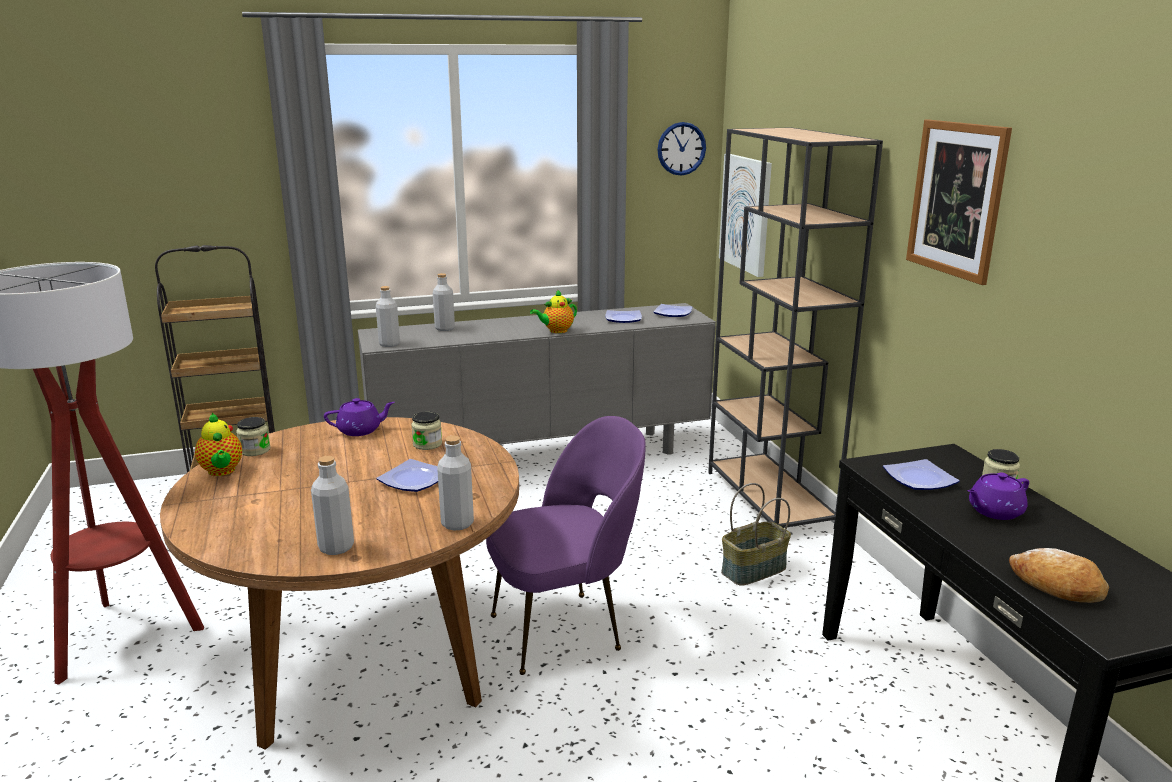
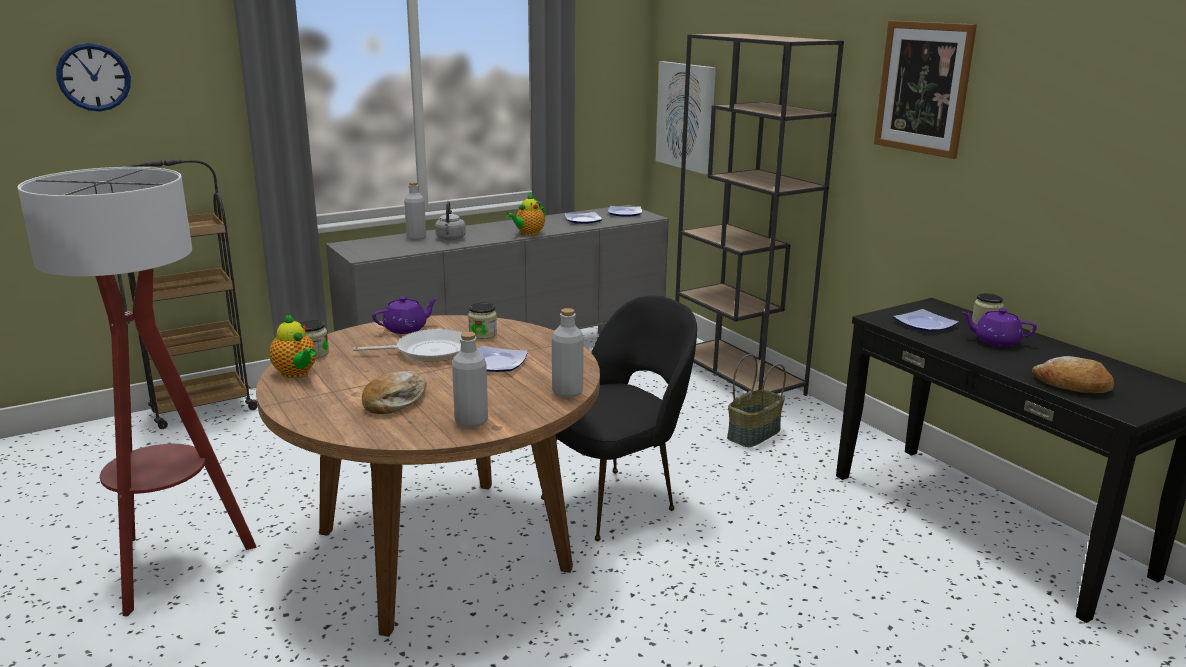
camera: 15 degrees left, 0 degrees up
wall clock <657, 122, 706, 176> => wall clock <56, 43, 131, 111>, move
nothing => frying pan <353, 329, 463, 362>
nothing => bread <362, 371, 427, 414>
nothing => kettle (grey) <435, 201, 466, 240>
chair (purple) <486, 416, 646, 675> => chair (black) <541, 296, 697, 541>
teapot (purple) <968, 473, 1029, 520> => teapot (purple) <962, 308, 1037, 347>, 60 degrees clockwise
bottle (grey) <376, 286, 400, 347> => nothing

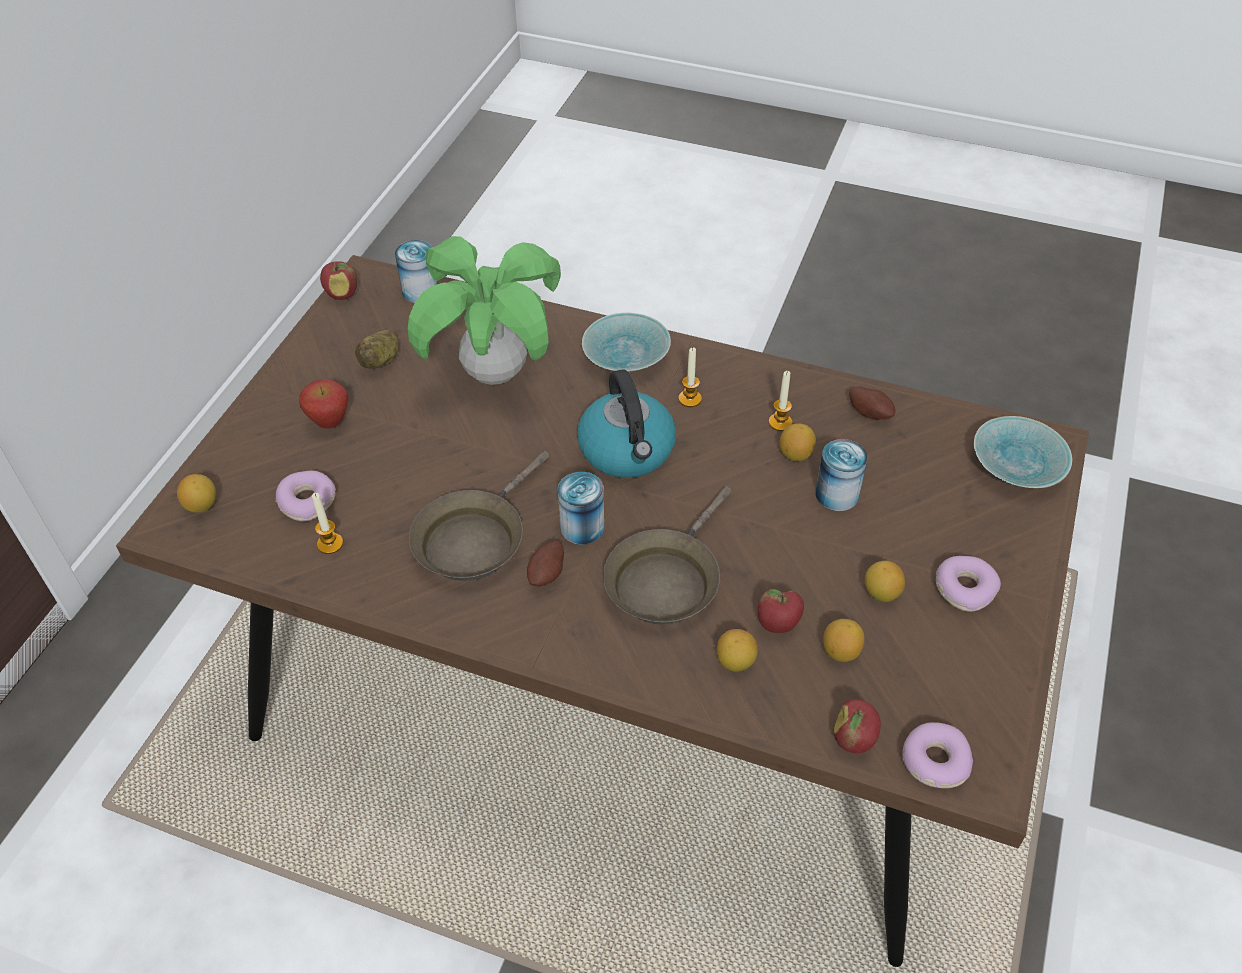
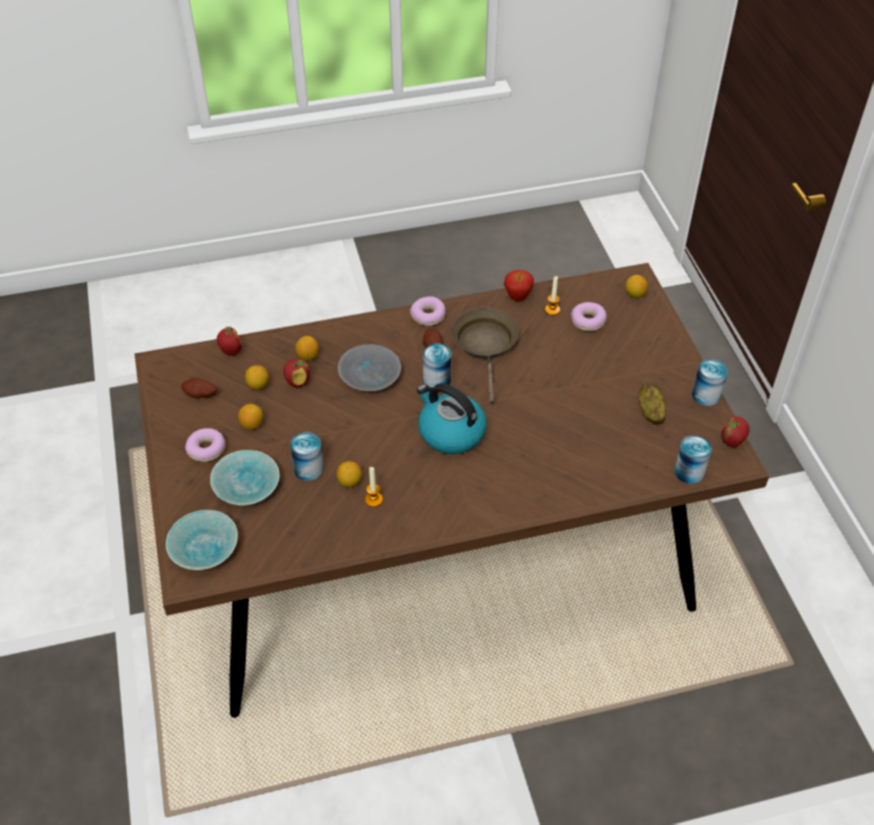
camera: 145 degrees right, 0 degrees up
potato <849, 387, 895, 420> => potato <181, 378, 217, 398>, move
bowl (turquoise) <582, 312, 671, 372> => bowl (turquoise) <210, 450, 279, 506>, move
frying pan (brown) <603, 486, 731, 624> => bowl (grey) <338, 344, 401, 391>
donut <902, 722, 973, 788> => donut <410, 296, 445, 326>, move
apple <299, 379, 349, 429> => apple <504, 270, 534, 301>, move
nothing => can <692, 359, 728, 406>
potted plant <408, 236, 561, 385> => nothing
candle <678, 347, 702, 407> => nothing

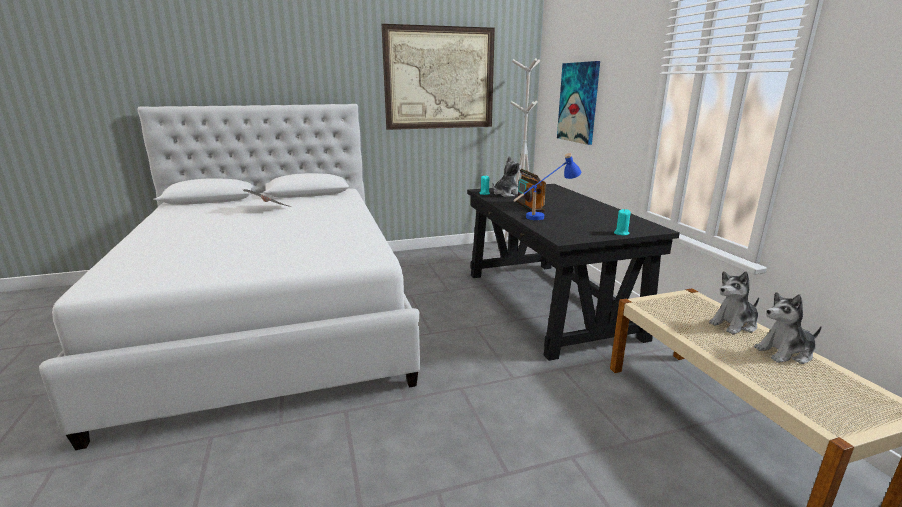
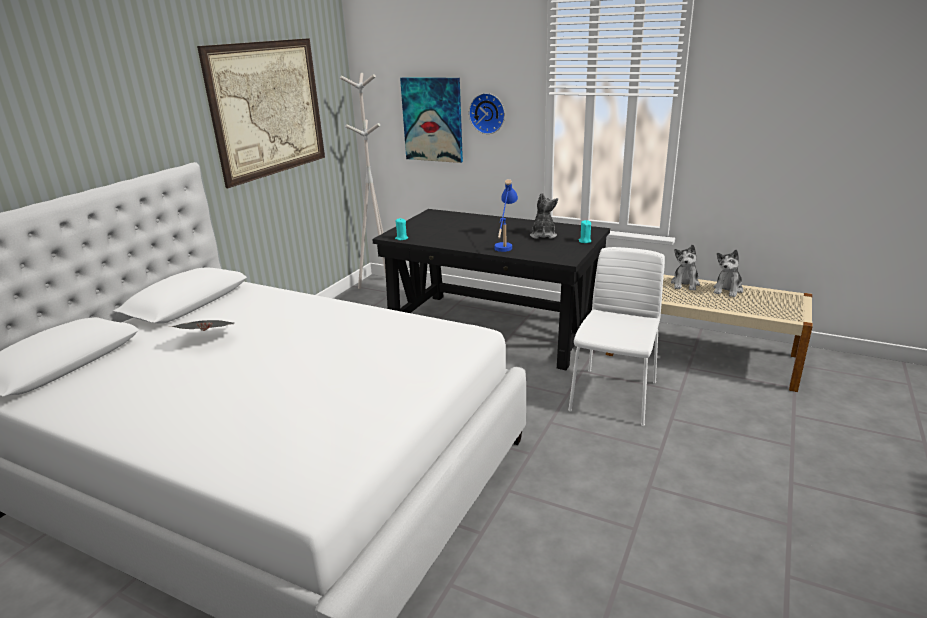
camera: 45 degrees left, 5 degrees up
nothing => wall clock <469, 93, 505, 134>
plush toy <492, 156, 522, 197> => plush toy <530, 193, 558, 239>, move
nothing => chair (white) <568, 247, 665, 426>
radio <516, 169, 546, 212> => nothing

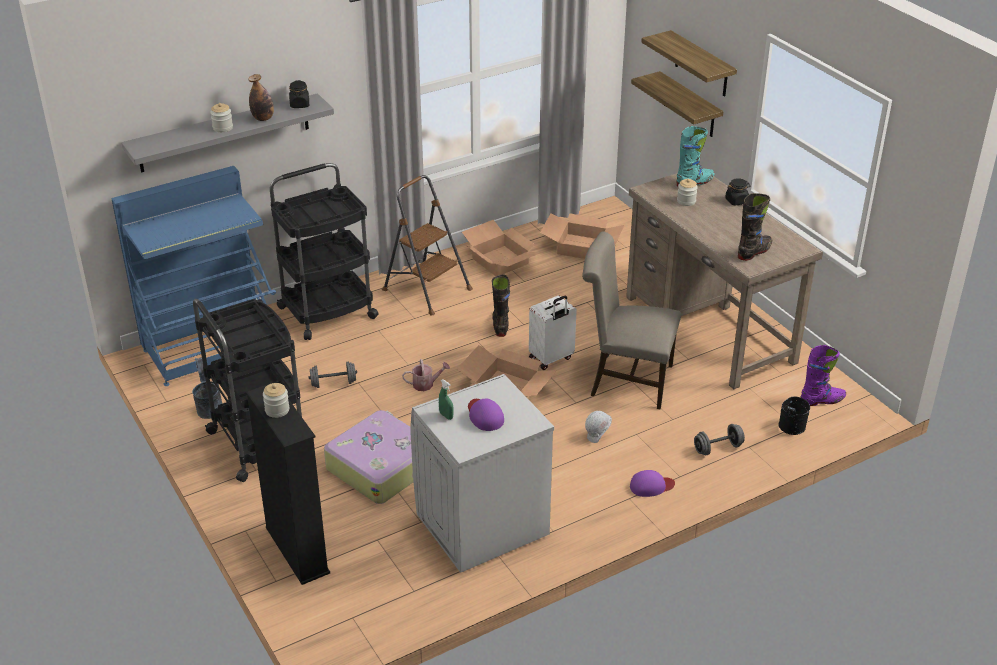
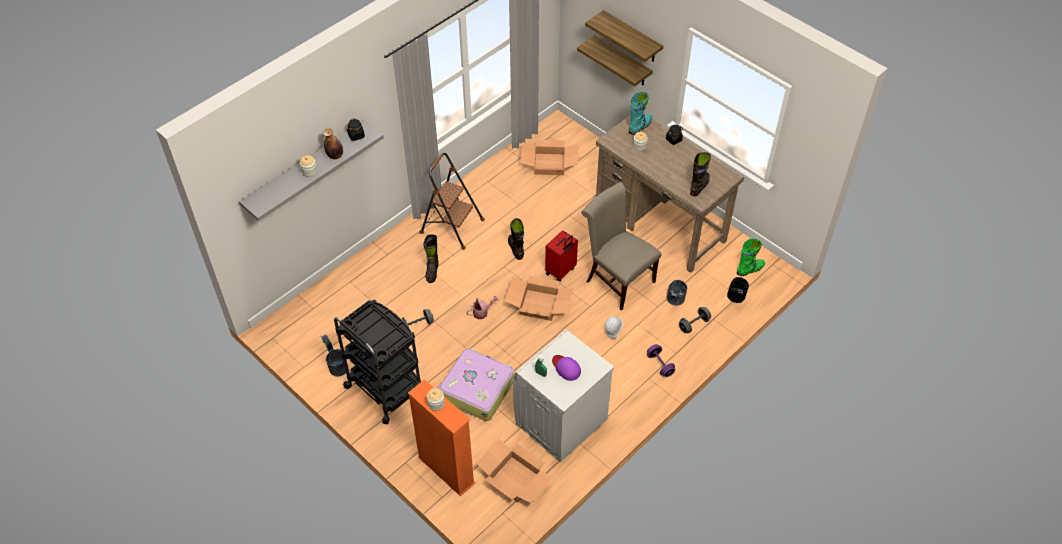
camera: 15 degrees left, 15 degrees up
bookcase (black) <246, 382, 330, 585> => bookcase (orange) <408, 379, 476, 496>
nothing => boot (black) <423, 234, 439, 283>
cardboard box <462, 220, 540, 276> => cardboard box <476, 438, 553, 503>, move
suitcase (white) <529, 295, 577, 370> => suitcase (red) <545, 230, 578, 282>
chair (beige) <582, 232, 681, 409> => chair (beige) <581, 182, 661, 311>, 45 degrees clockwise
cap (purple) <630, 470, 675, 497> => dumbbell (purple) <647, 344, 675, 377>
nothing => bucket (grey) <667, 280, 687, 306>
boot (purple) <801, 345, 846, 406> => boot (green) <737, 238, 765, 276>
shoe rack (blue) <111, 166, 276, 386> => nothing
cart (black) <270, 163, 379, 340> => nothing

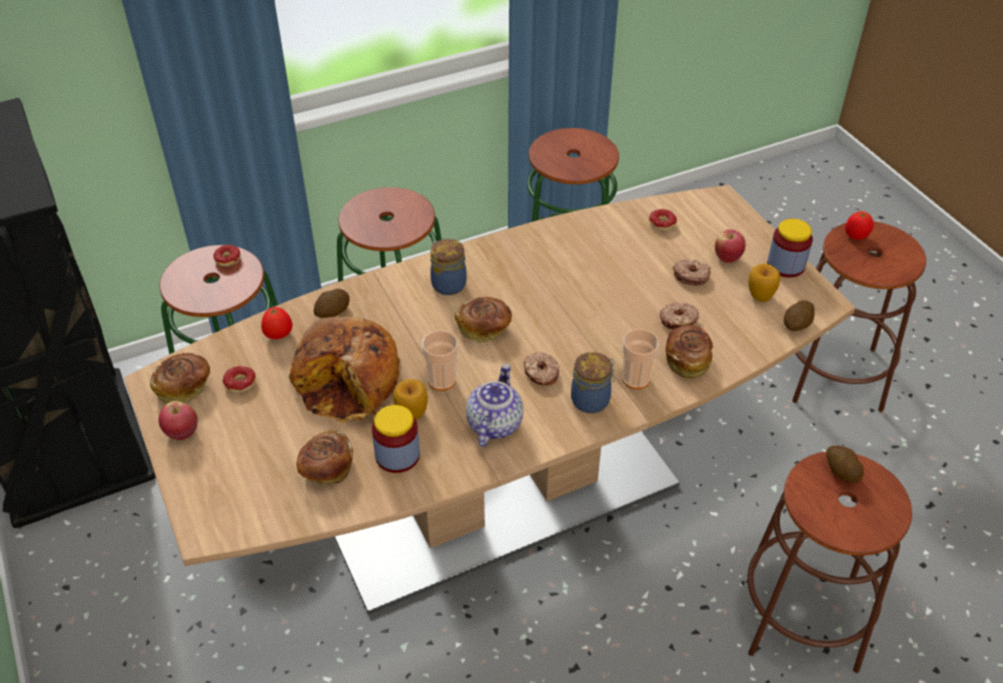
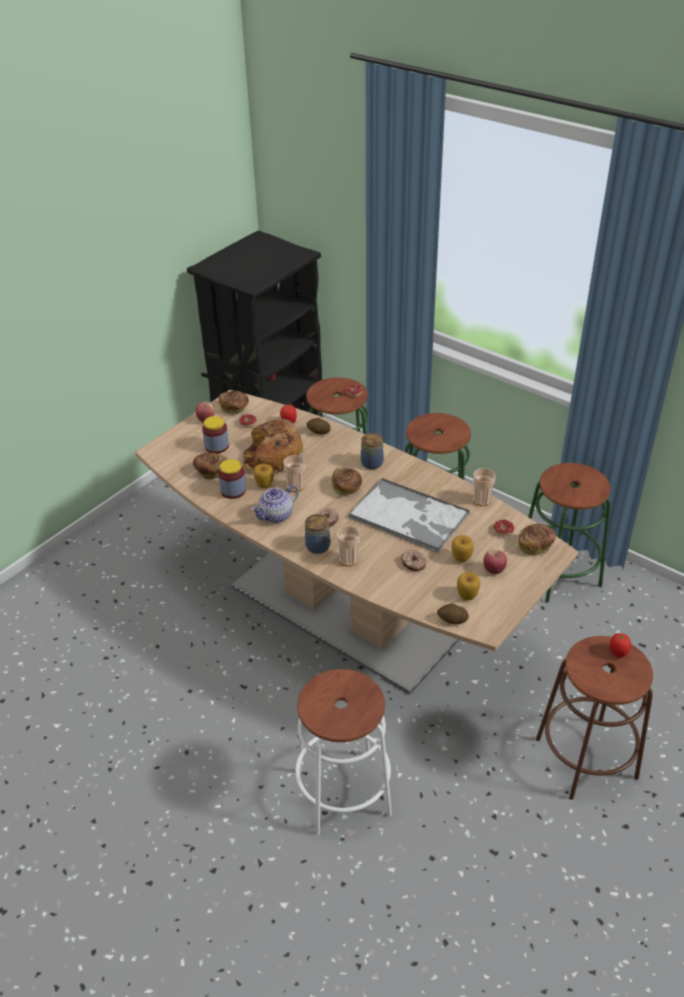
camera: 65 degrees right, 5 degrees down
jar <767, 219, 813, 278> => jar <202, 416, 229, 453>, move
teapot <466, 363, 523, 447> => teapot <251, 485, 299, 523>, 150 degrees clockwise
stool (brown) <747, 451, 912, 673> => stool (white) <295, 669, 392, 836>
nothing => tray <349, 477, 470, 553>
donut <673, 260, 711, 285> => apple <451, 535, 474, 563>
nothing => cup <473, 468, 495, 506>
bread <666, 325, 713, 378> => bread <518, 524, 556, 556>, move
potato <826, 446, 864, 483> => nothing

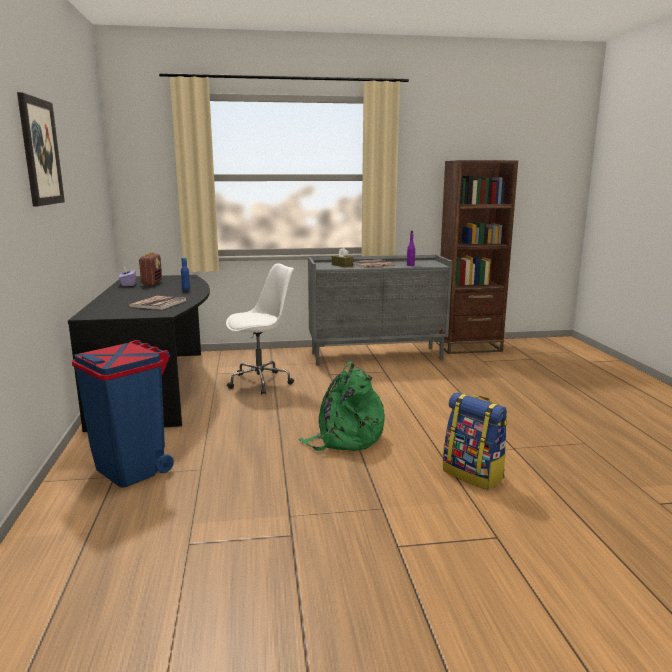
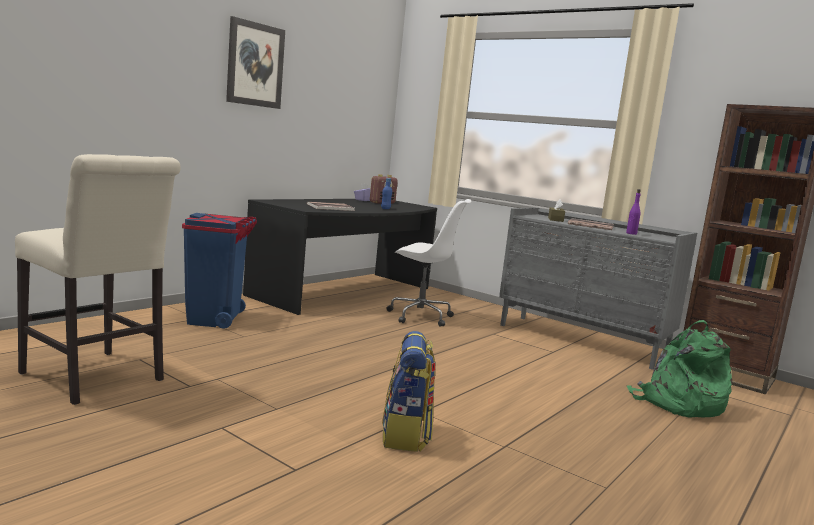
camera: 45 degrees right, 5 degrees down
nothing => stool (beige) <15, 154, 180, 405>
backpack (green) <299, 361, 385, 451> => backpack (green) <627, 320, 732, 418>, move

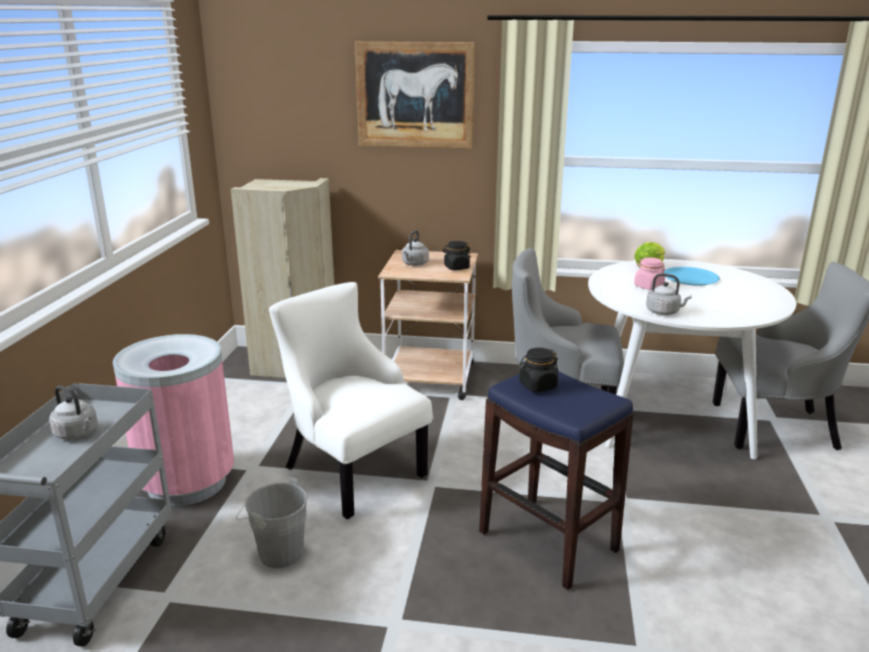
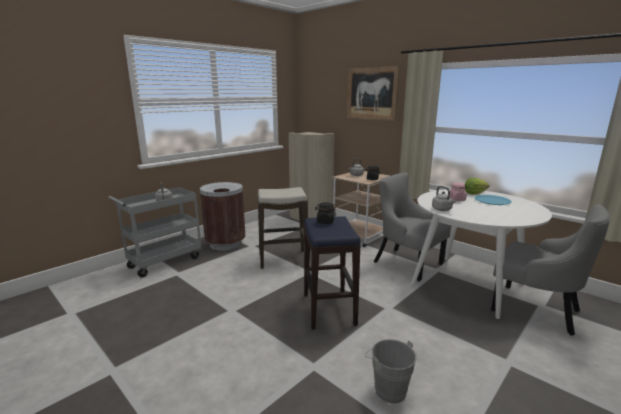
camera: 35 degrees right, 5 degrees down
trash can (pink) <113, 334, 234, 506> => trash can (brown) <200, 182, 246, 251>
chair (white) <269, 282, 433, 519> => stool <257, 187, 308, 269>
bucket (grey) <236, 478, 308, 568> => bucket (grey) <365, 339, 417, 404>, move

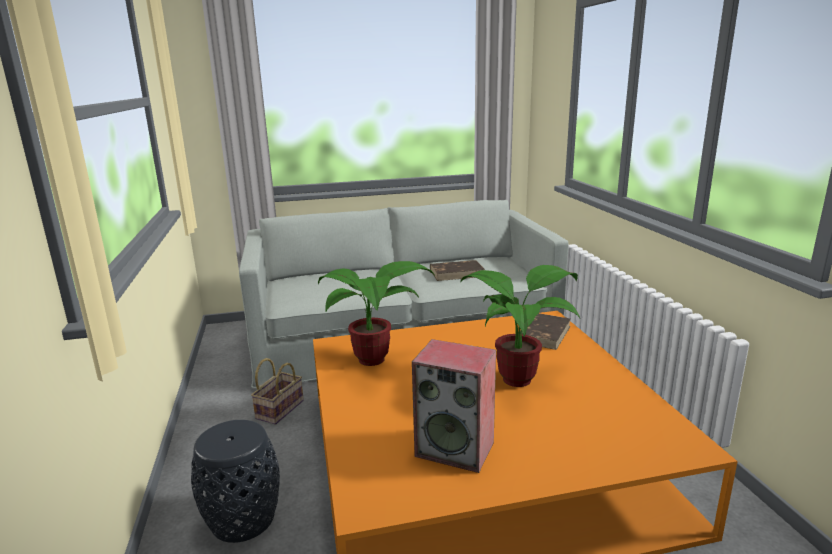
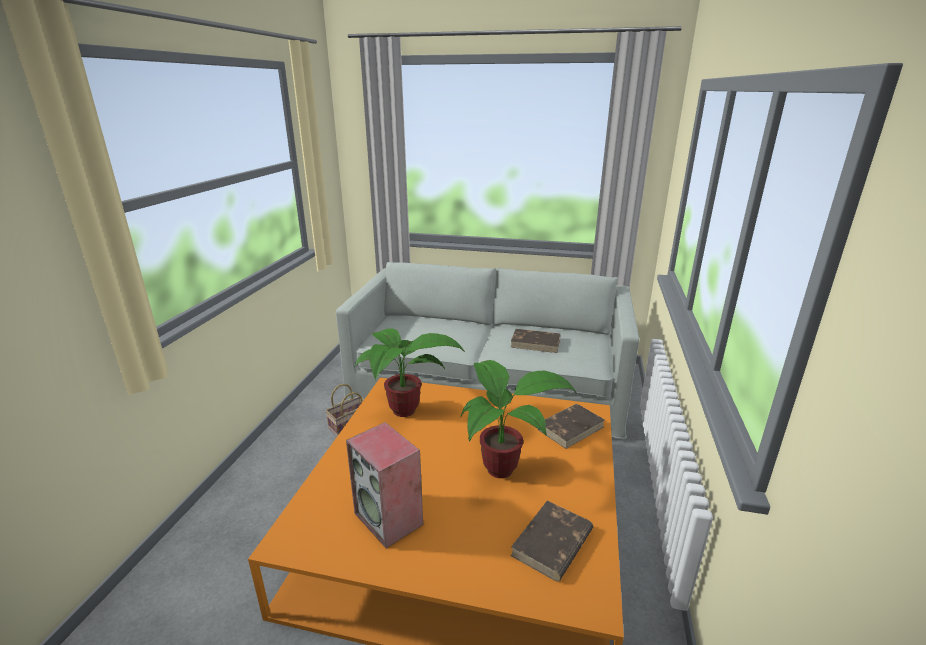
camera: 25 degrees right, 5 degrees up
nothing => book (brown) <511, 501, 593, 582>
stool (black) <191, 420, 280, 543> => nothing

